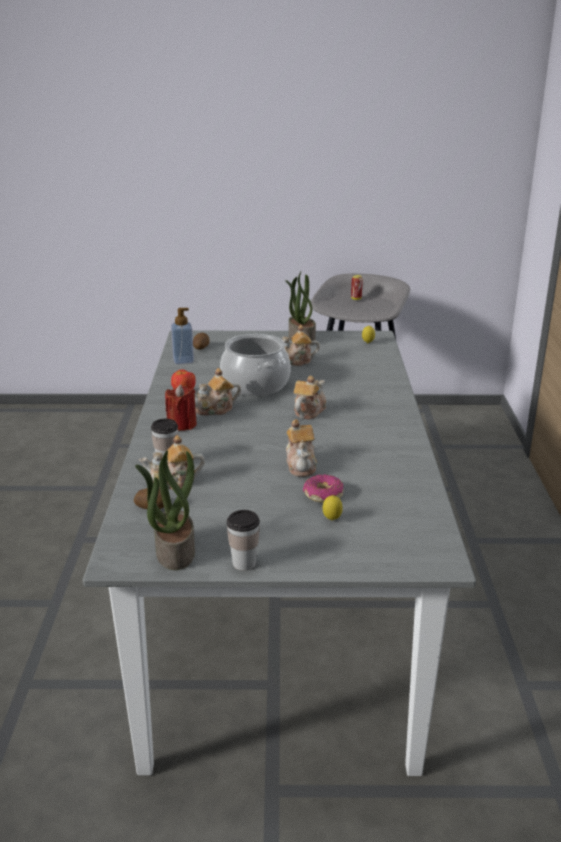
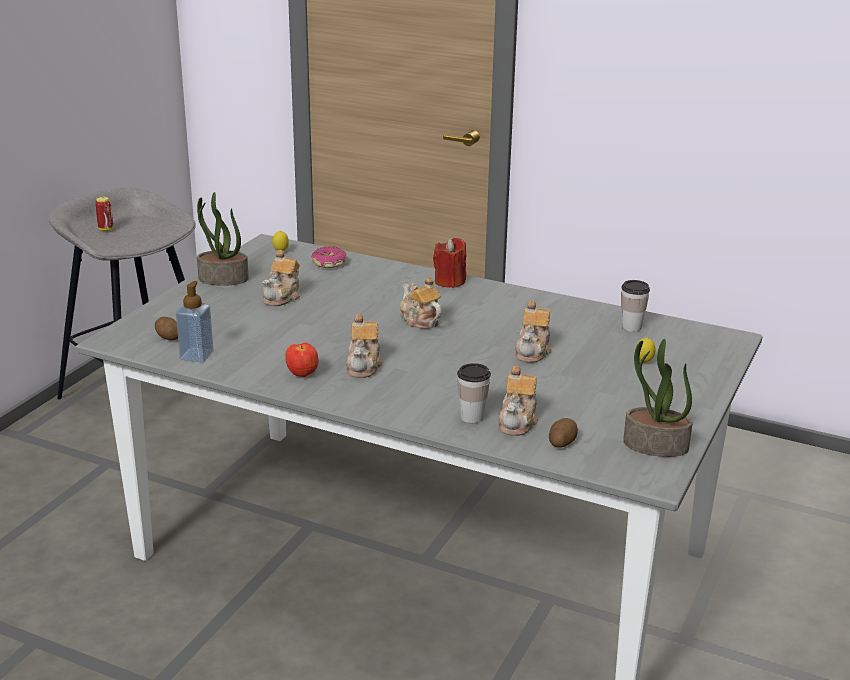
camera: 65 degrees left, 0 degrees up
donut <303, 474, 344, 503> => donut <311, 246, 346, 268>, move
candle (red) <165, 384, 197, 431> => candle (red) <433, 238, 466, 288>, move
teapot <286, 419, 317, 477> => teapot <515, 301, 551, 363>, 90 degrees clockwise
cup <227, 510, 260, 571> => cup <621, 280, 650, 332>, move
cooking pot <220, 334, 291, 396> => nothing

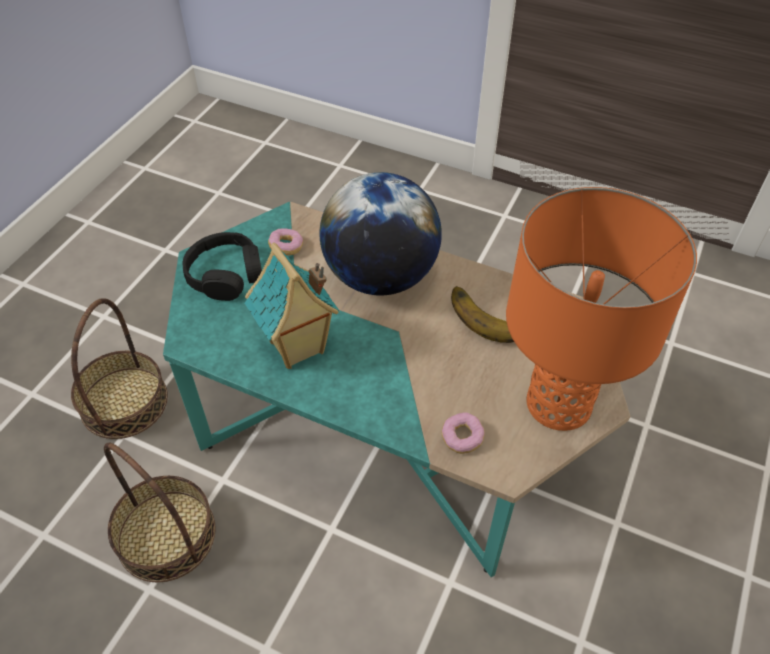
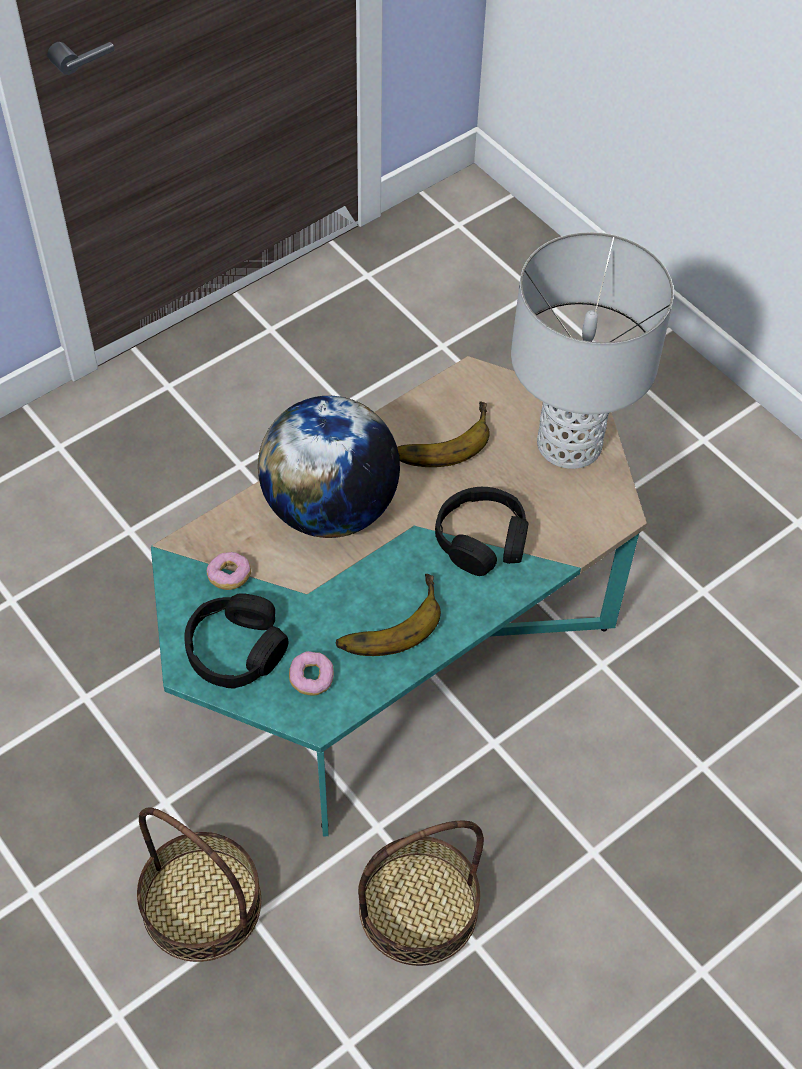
camera: 65 degrees left, 5 degrees up
donut <442, 412, 485, 454> => donut <289, 651, 334, 696>, move
toy house <245, 243, 339, 369> => banana <336, 574, 441, 656>
nothing => headphones (black) <435, 487, 529, 576>
table lamp (orange) <506, 187, 697, 431> => table lamp (white) <511, 232, 674, 469>

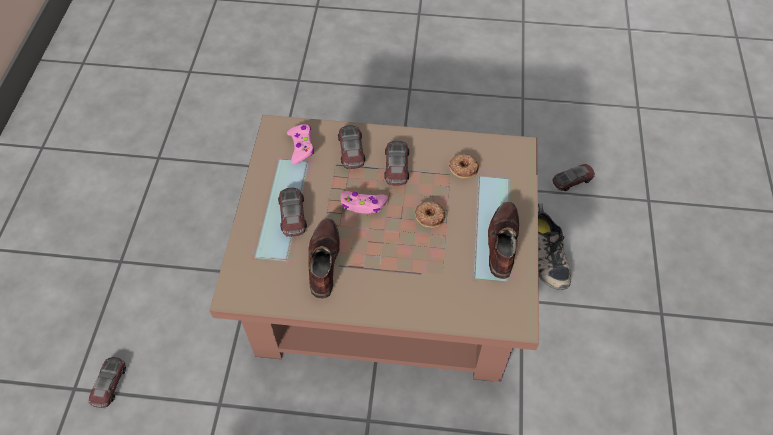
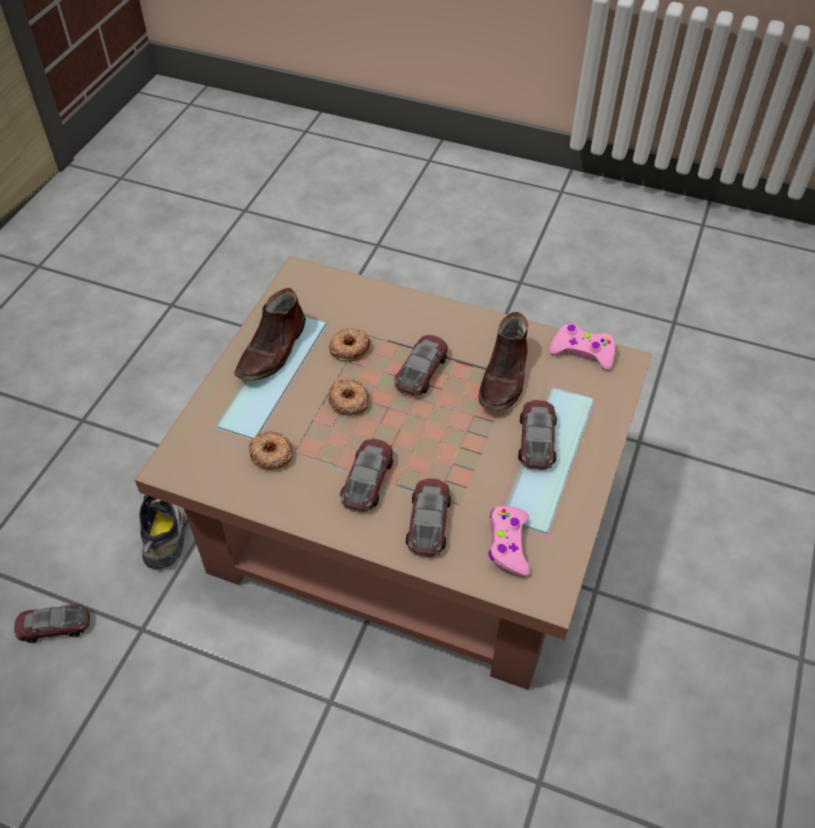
camera: 165 degrees left, 5 degrees down
nothing => donut <329, 328, 371, 362>
toy car <89, 357, 126, 408> => toy car <395, 335, 448, 396>, move
game controller (pink) <341, 191, 388, 214> => game controller (pink) <549, 323, 615, 370>, move

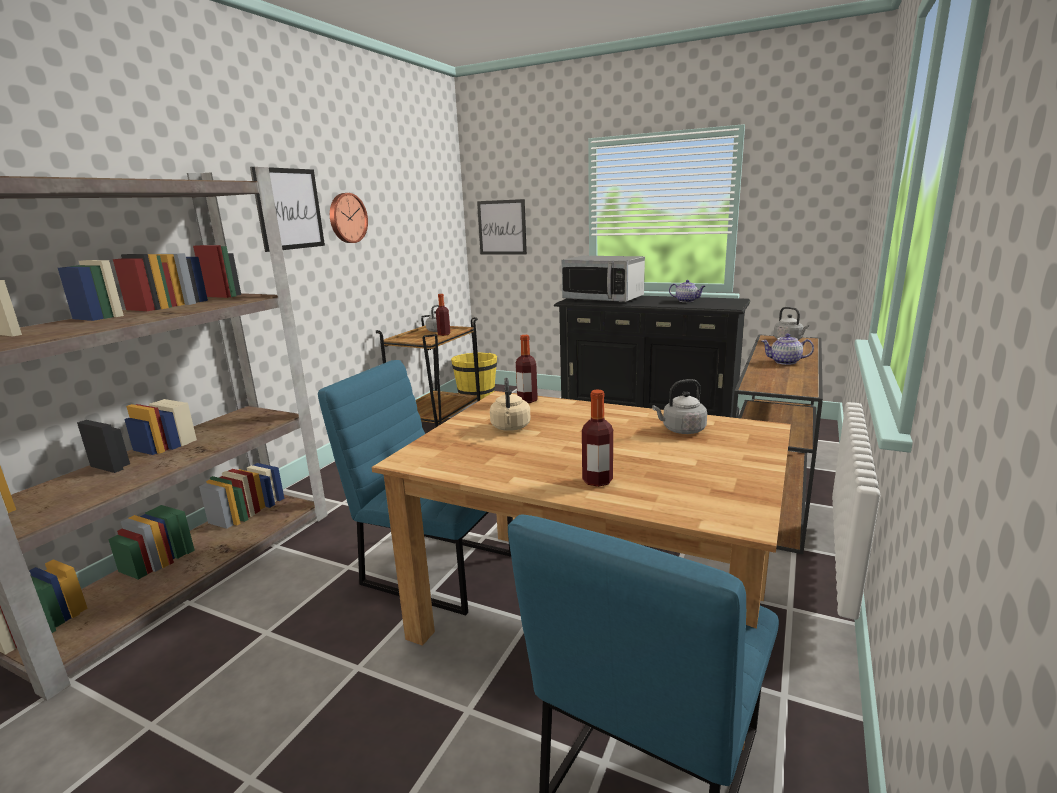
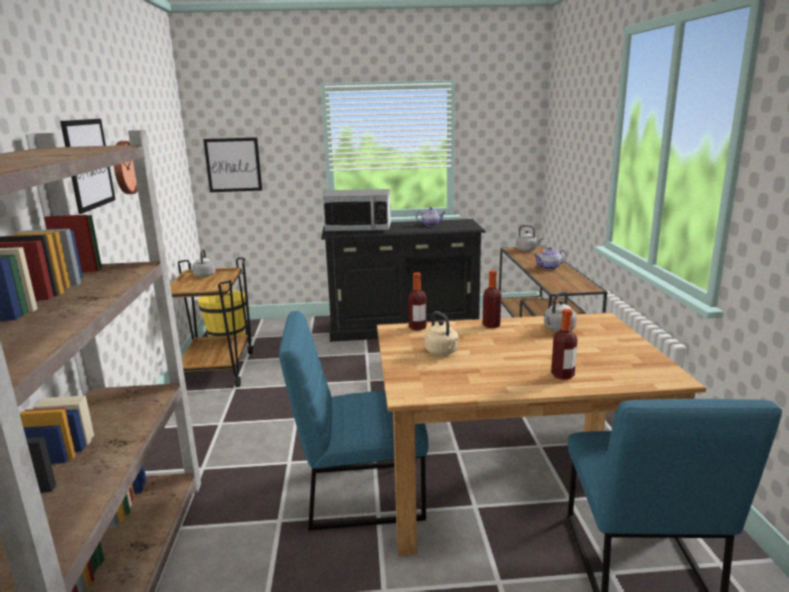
camera: 30 degrees left, 0 degrees up
bottle <436, 294, 450, 336> => bottle <483, 270, 501, 328>, move

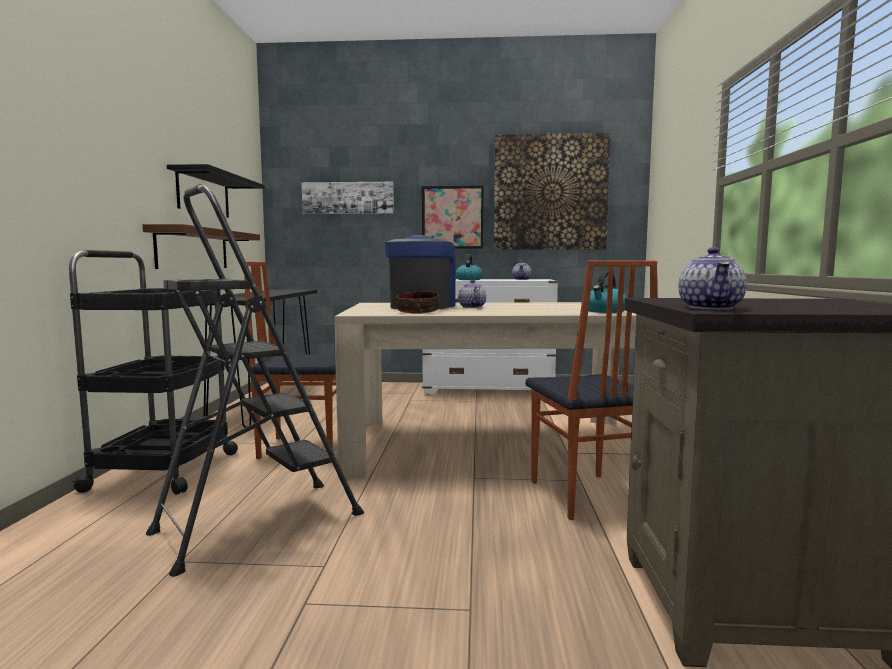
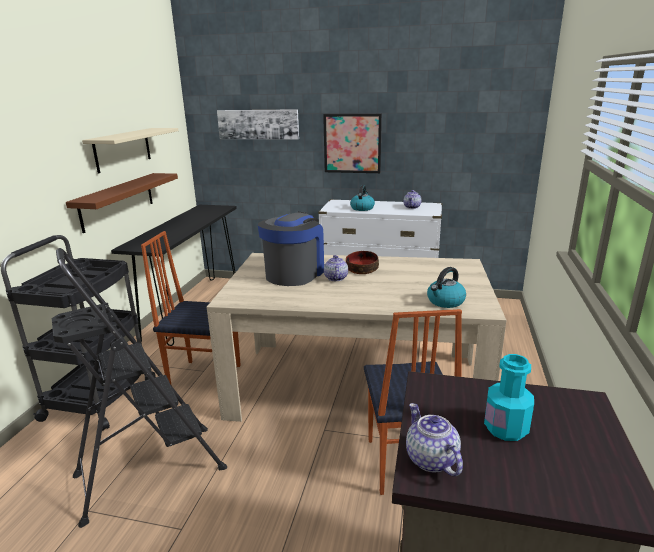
camera: 10 degrees right, 15 degrees up
shelf (black) <167, 164, 265, 218> => shelf (beige) <82, 128, 179, 173>
bowl <396, 291, 440, 314> => bowl <346, 251, 379, 274>, move
teapot <679, 247, 747, 309> => teapot <406, 403, 463, 477>, 135 degrees clockwise
nothing => bottle (turquoise) <484, 354, 534, 441>
picture <494, 133, 611, 250> => nothing

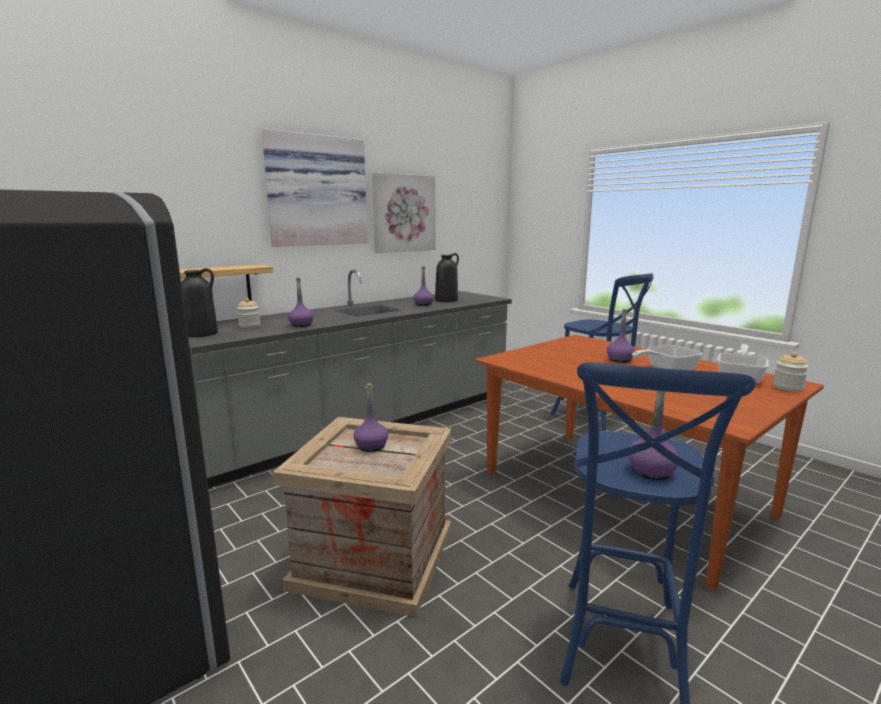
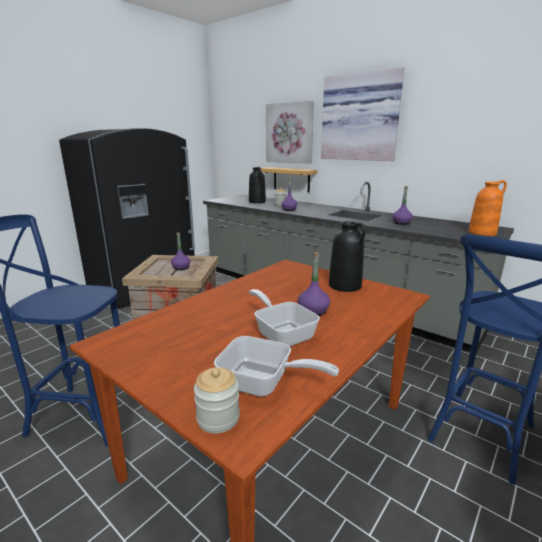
camera: 80 degrees right, 5 degrees up
picture <372, 172, 435, 253> => picture <266, 101, 314, 164>, move
vase (black) <435, 253, 459, 302> => vase (black) <329, 221, 366, 292>, move
nothing => vase (orange) <468, 180, 507, 236>
bottle (purple) <628, 391, 680, 480> => nothing

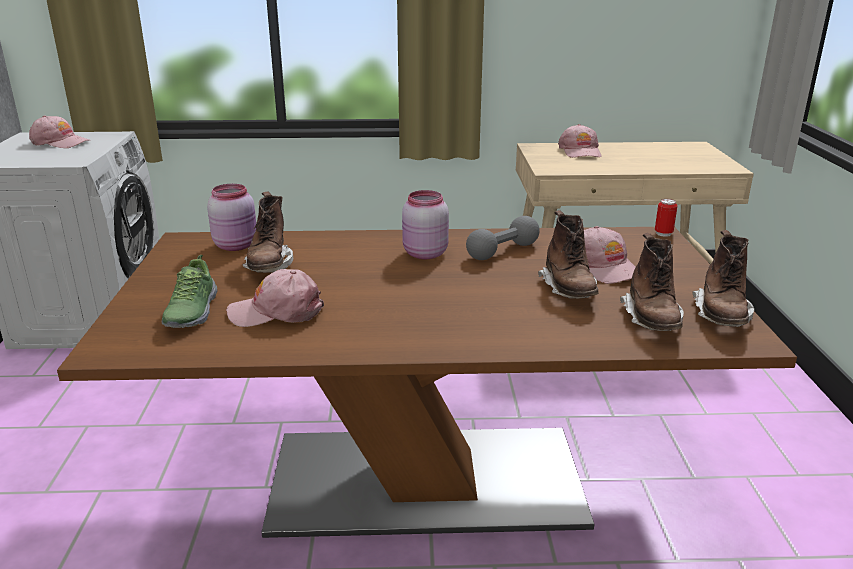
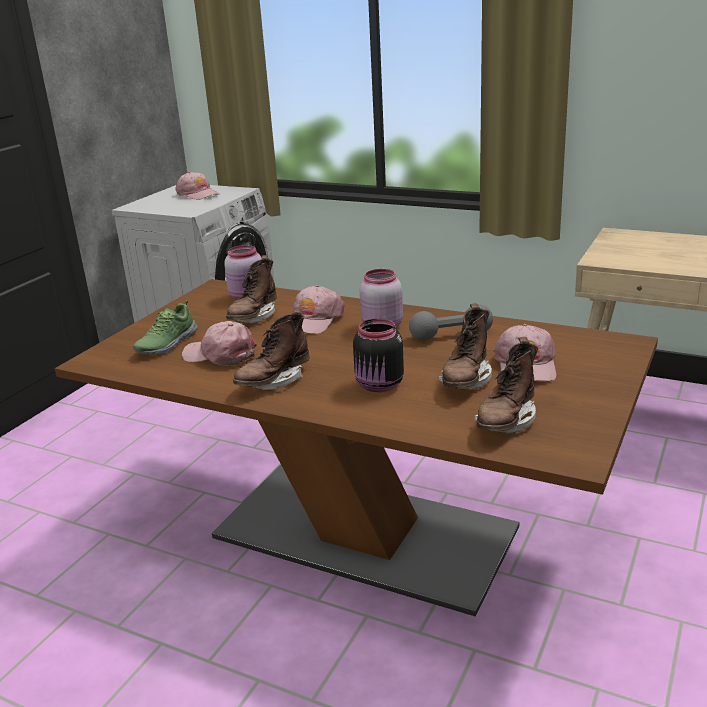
camera: 30 degrees right, 0 degrees up
boot (brown) <692, 230, 754, 327> => boot (brown) <233, 309, 310, 390>, move
cap (pink) <558, 124, 601, 158> => cap (pink) <293, 285, 345, 334>, move
nothing => jar (black) <353, 319, 404, 392>
can <655, 199, 678, 237> => nothing

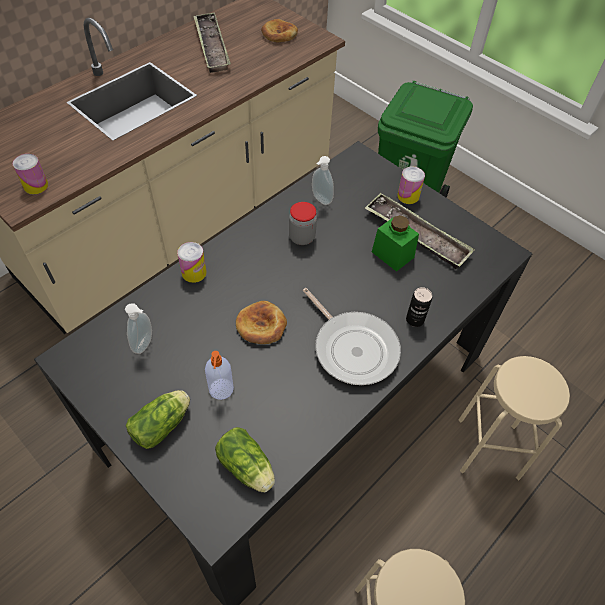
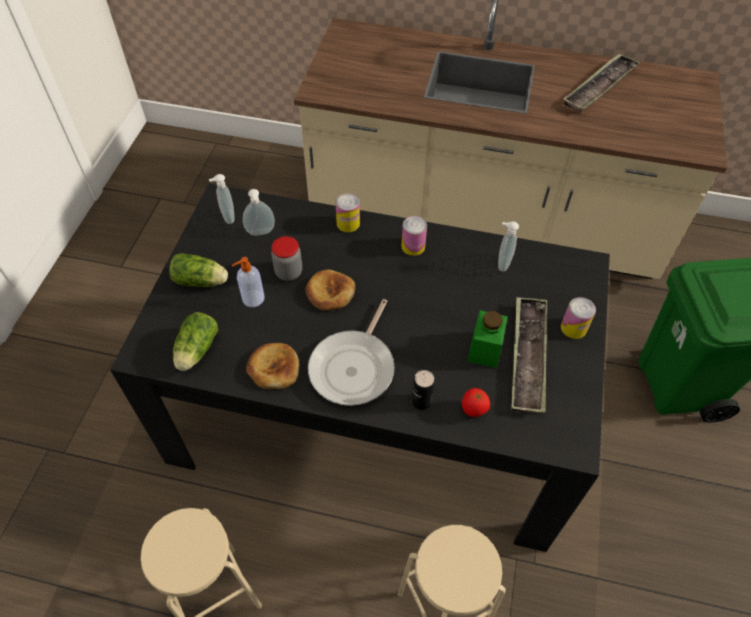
camera: 60 degrees right, 0 degrees up
nothing => soap dispenser <209, 174, 234, 224>
bread <261, 19, 298, 43> => bread <246, 343, 299, 389>, move
jar <289, 202, 317, 245> => jar <271, 236, 302, 281>, move
can <13, 154, 48, 194> => can <401, 216, 427, 256>, move
nothing => tomato <462, 388, 490, 417>

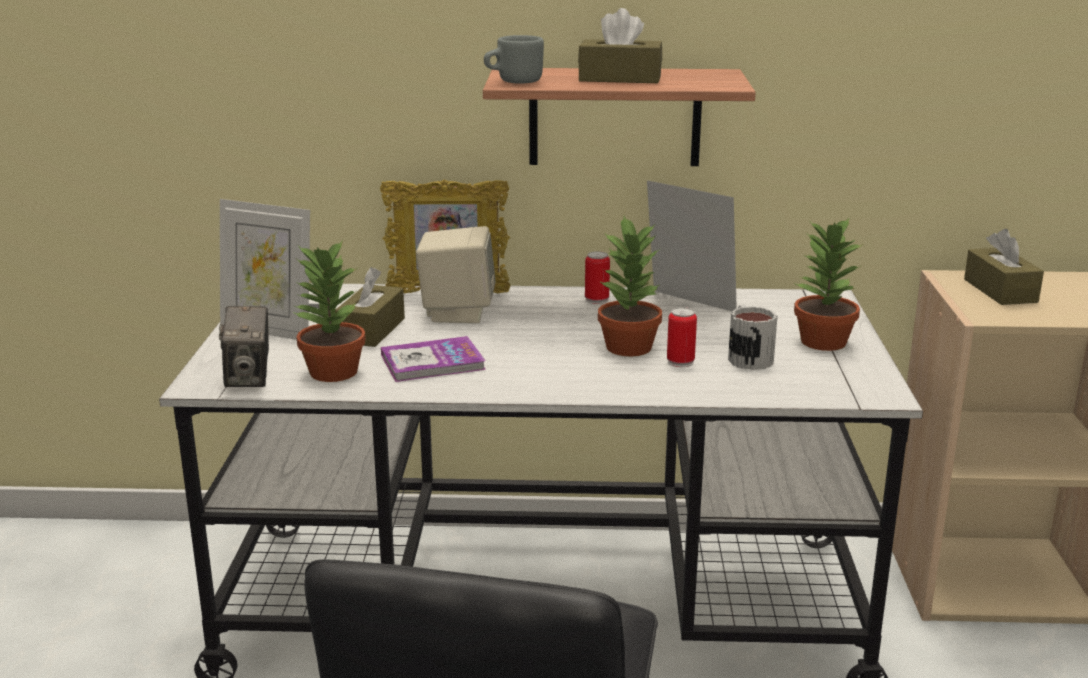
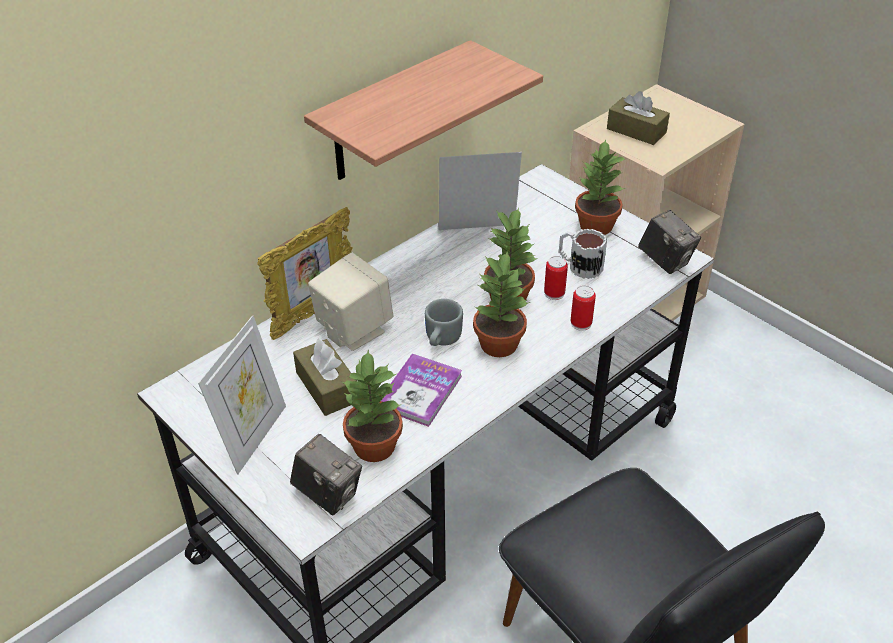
camera: 45 degrees left, 20 degrees up
picture frame <220, 199, 310, 340> => picture frame <198, 315, 286, 475>, 45 degrees counterclockwise
mug (grey) <484, 35, 544, 84> => mug (grey) <425, 299, 463, 346>, move
nothing => potted plant <473, 251, 530, 357>
can <585, 251, 610, 304> => can <571, 285, 596, 331>, move
nothing => photo camera <638, 210, 701, 274>
tissue box (brown) <578, 8, 662, 83> => nothing

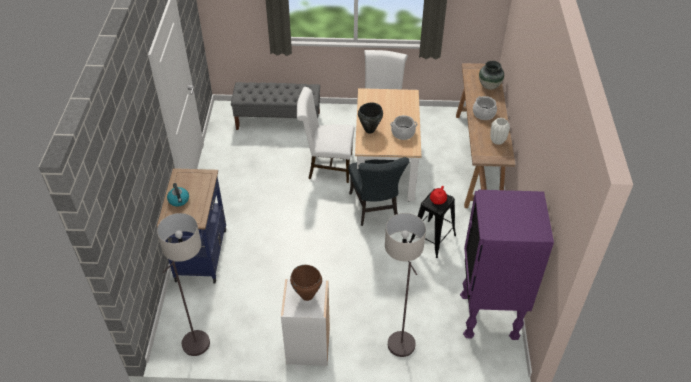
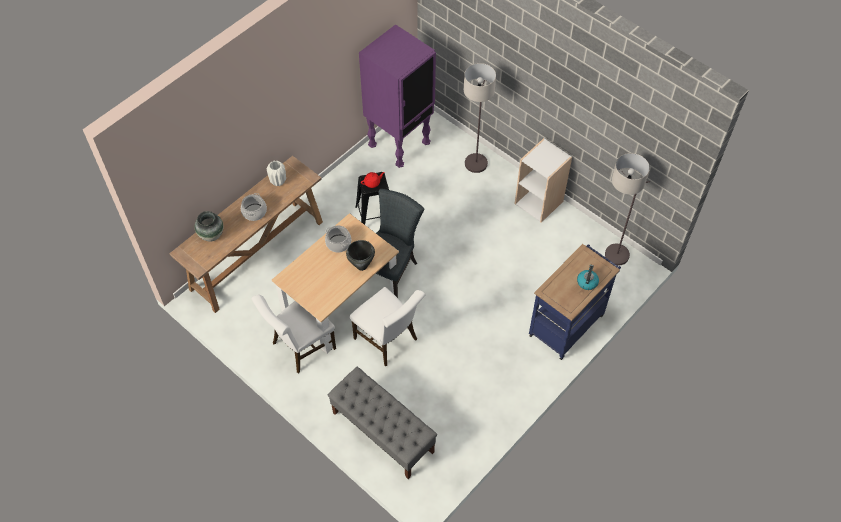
camera: 140 degrees left, 10 degrees up
cooking pot (brown) <290, 265, 322, 301> => nothing

